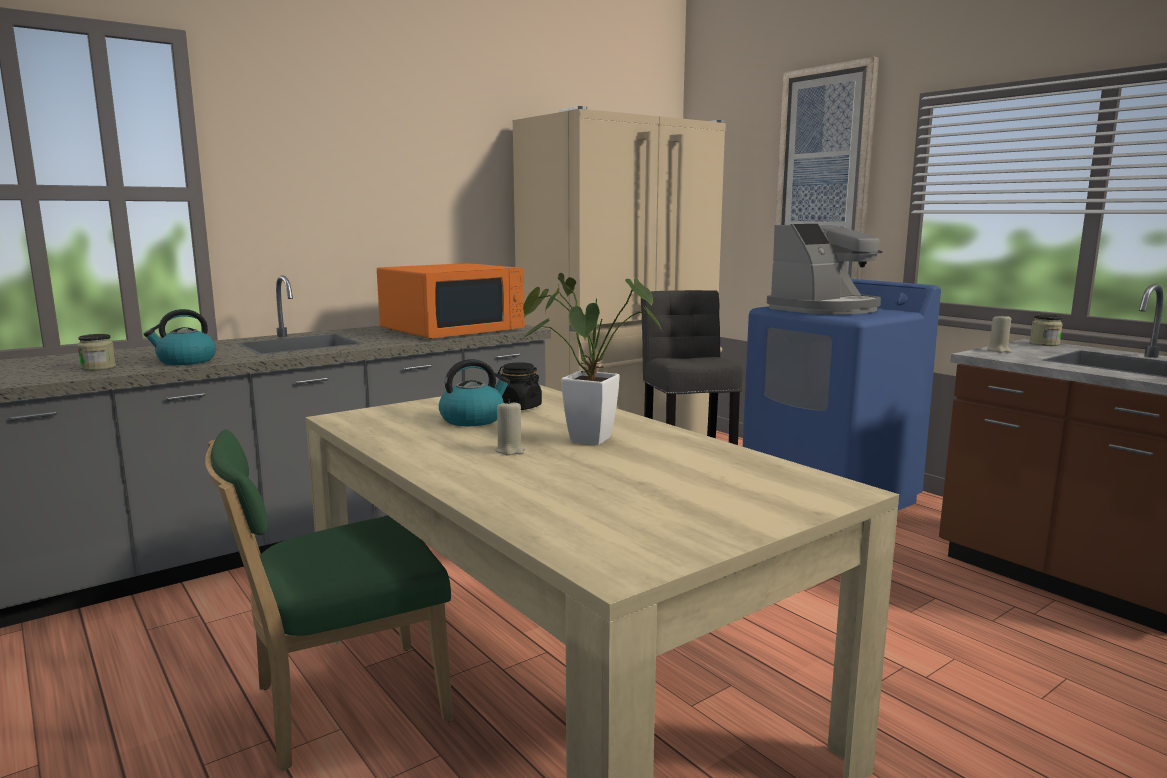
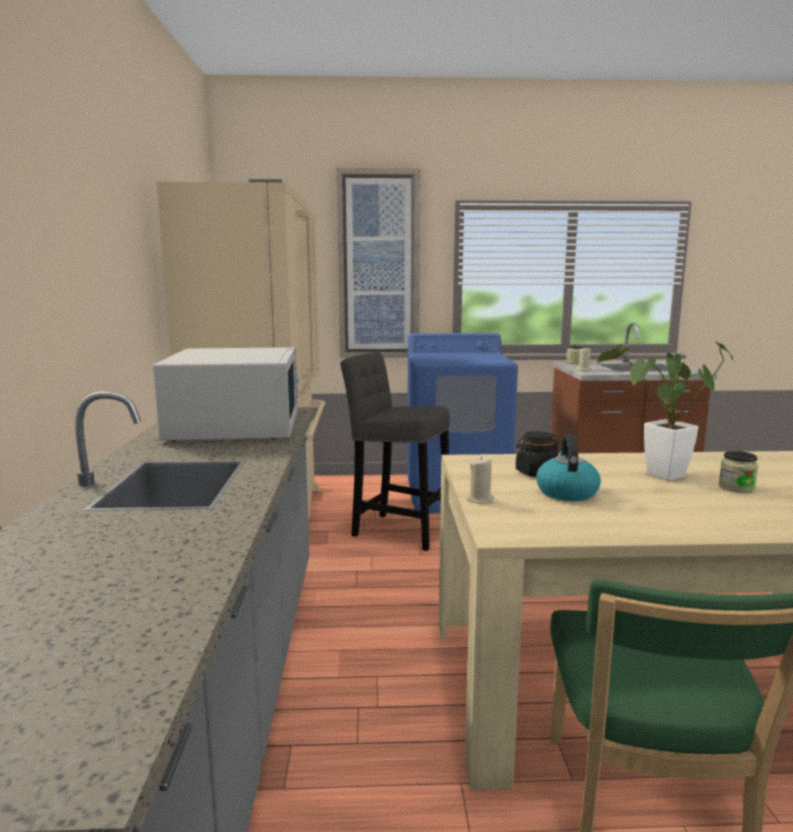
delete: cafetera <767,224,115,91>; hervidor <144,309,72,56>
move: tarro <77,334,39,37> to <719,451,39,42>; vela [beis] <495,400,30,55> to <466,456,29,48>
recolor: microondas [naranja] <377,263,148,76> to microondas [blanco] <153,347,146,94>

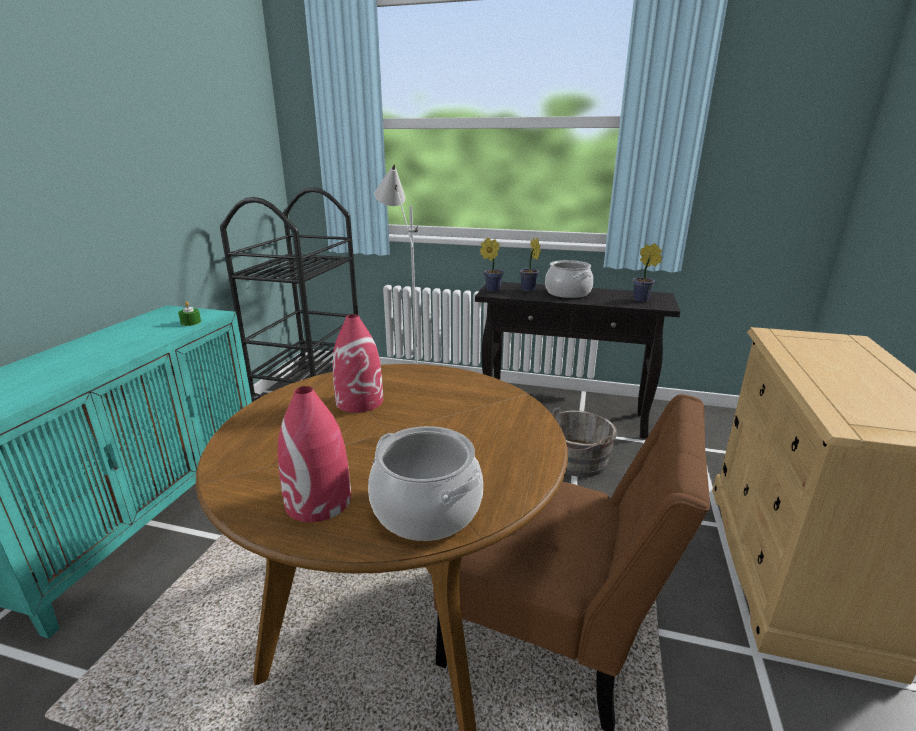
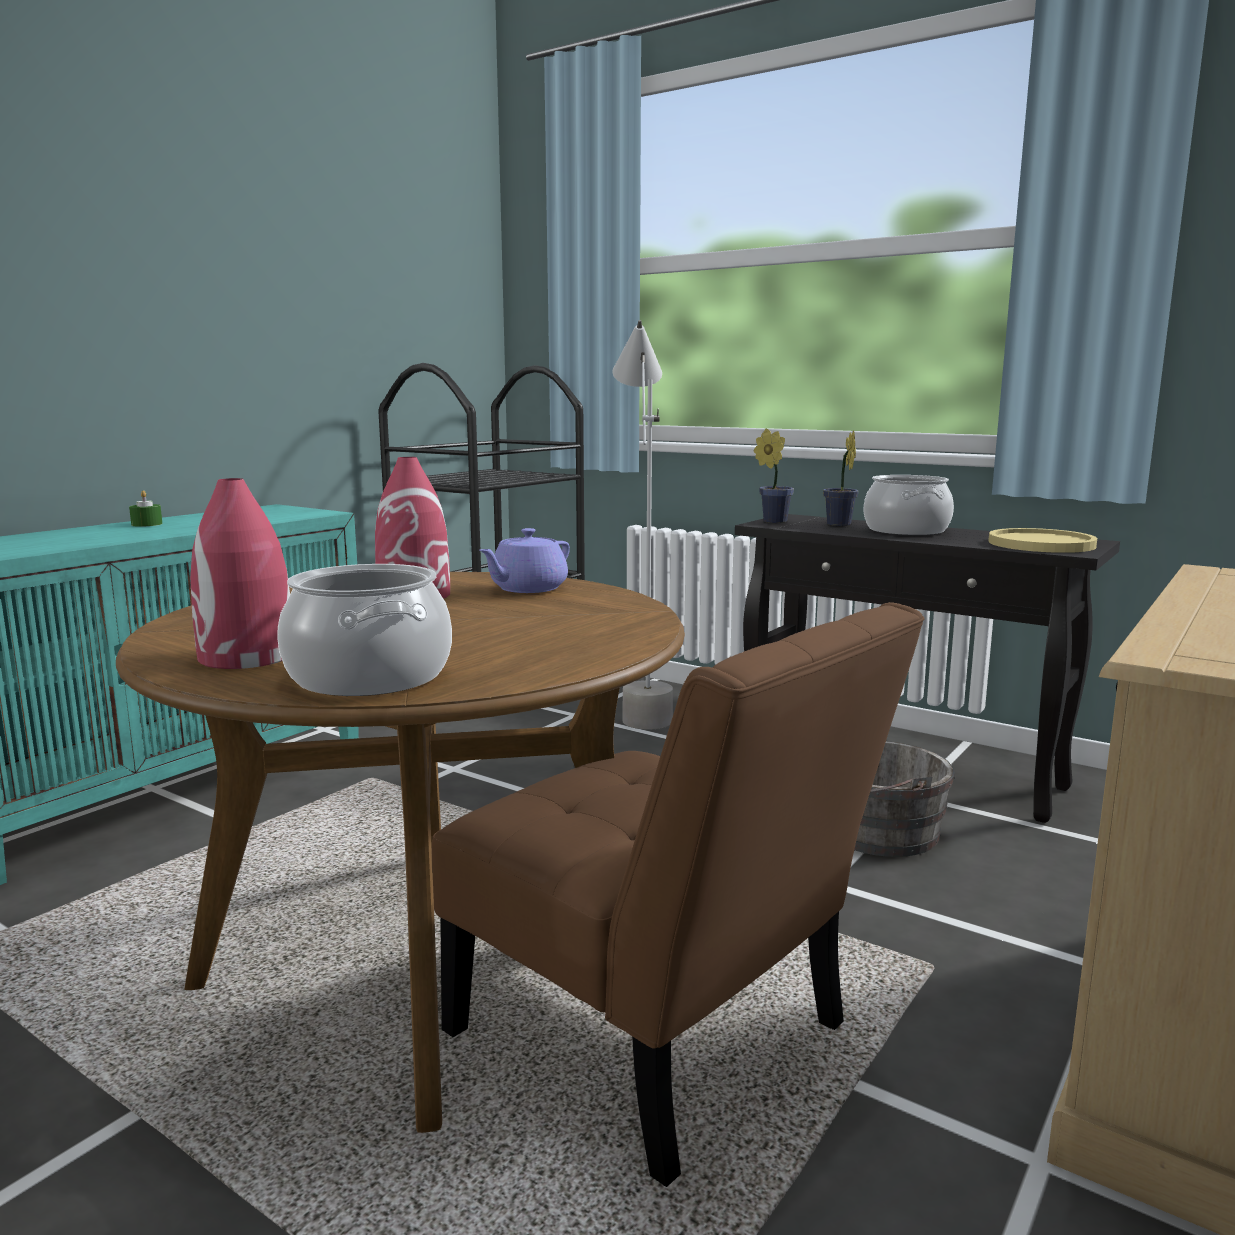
insert: tetera [morado] <479,528,91,65>
move: vela [verde] <178,301,23,25> to <129,490,33,37>
replace: planta en maceta <633,243,29,59> to plato [amarillo] <988,528,109,25>

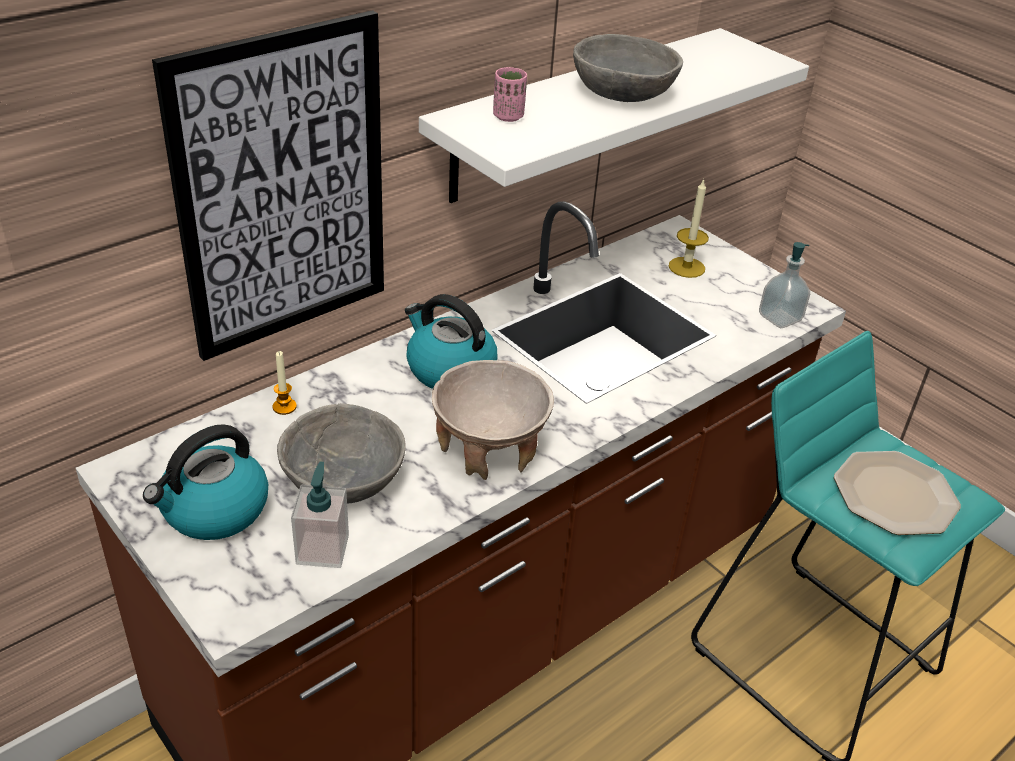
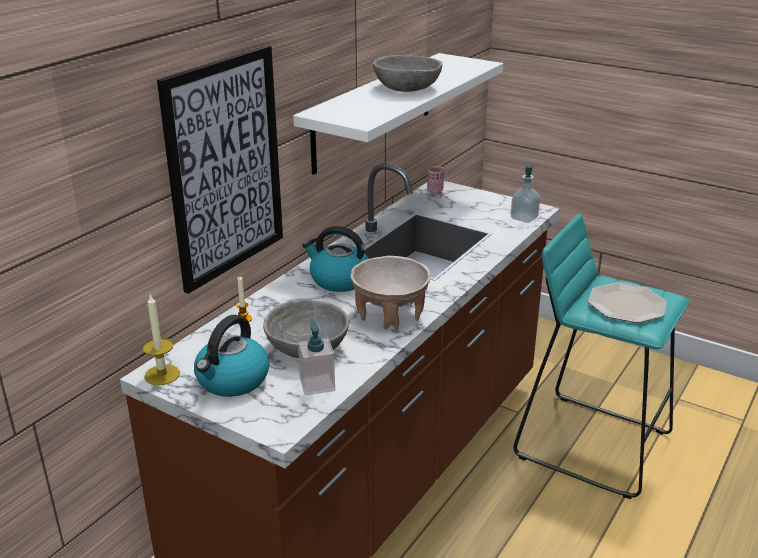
move: taza [rosa] <493,67,34,55> to <427,166,17,27>; vela <668,179,41,99> to <142,293,38,92>

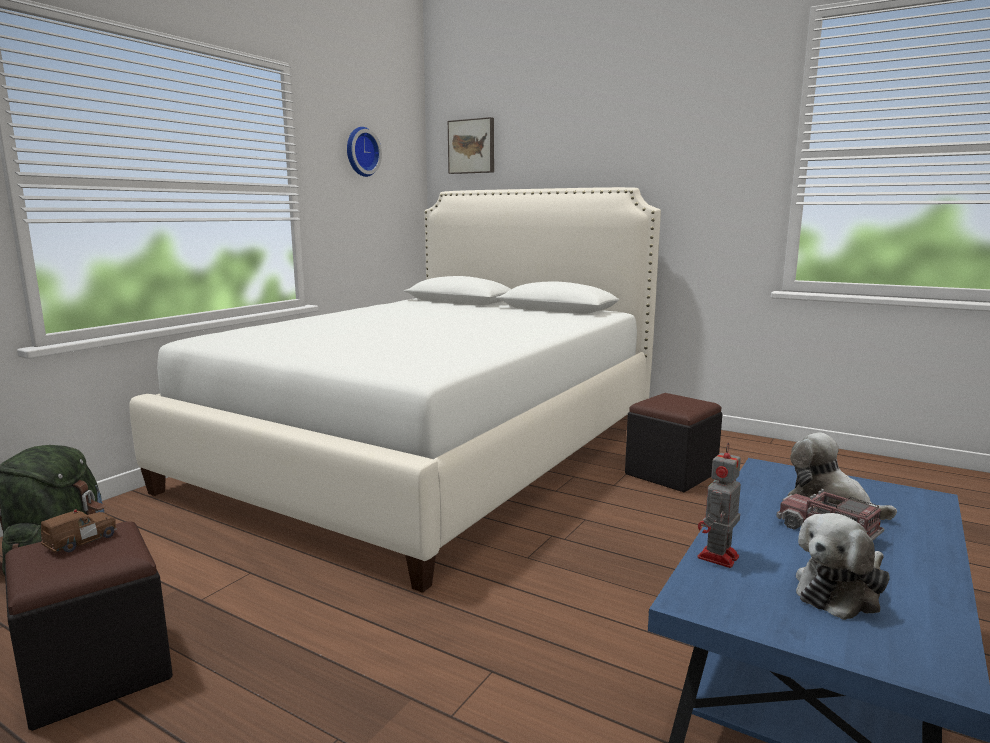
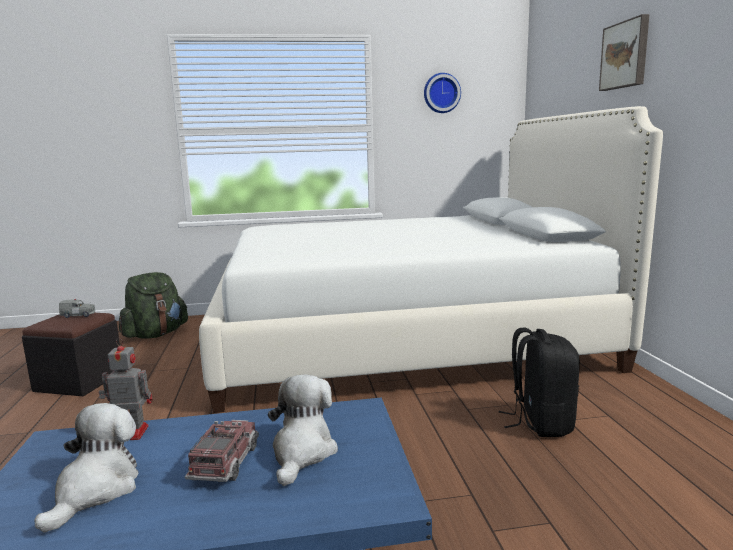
move: cuadro <448,117,46,57> to <599,14,51,77>
replace: puf [negro] <625,393,98,99> to mochila [negro] <499,328,81,109>
recolor: coche de juguete [marrón] <41,510,75,43> to coche de juguete [gris] <59,299,36,19>
rotate: peluche <796,513,94,107> = <35,403,104,130> 90 degrees clockwise

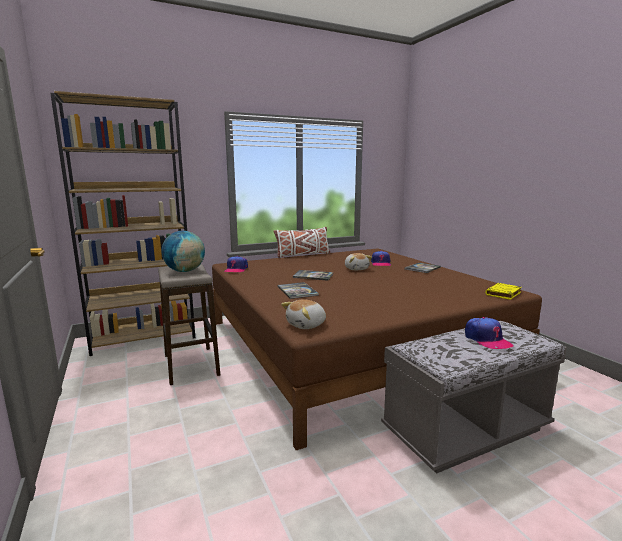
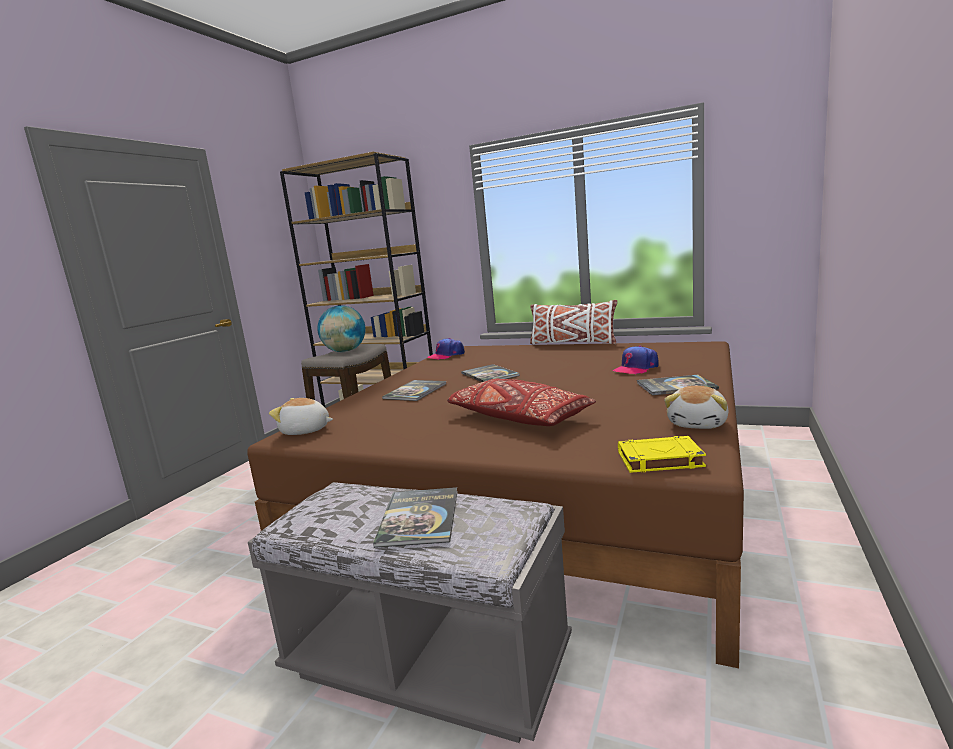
insert: cojín [rojo] <447,379,149,47>
move: peluche <345,253,27,17> to <664,386,65,43>
replace: gorra <465,317,49,32> to libro <373,487,85,61>

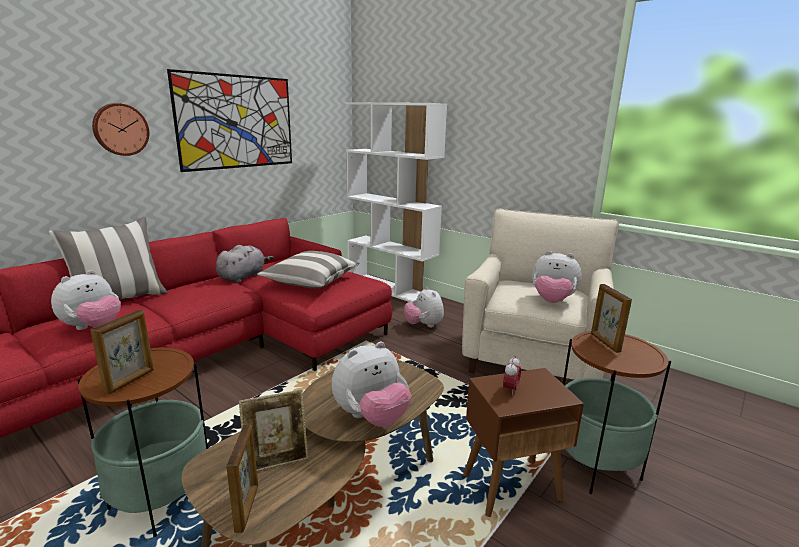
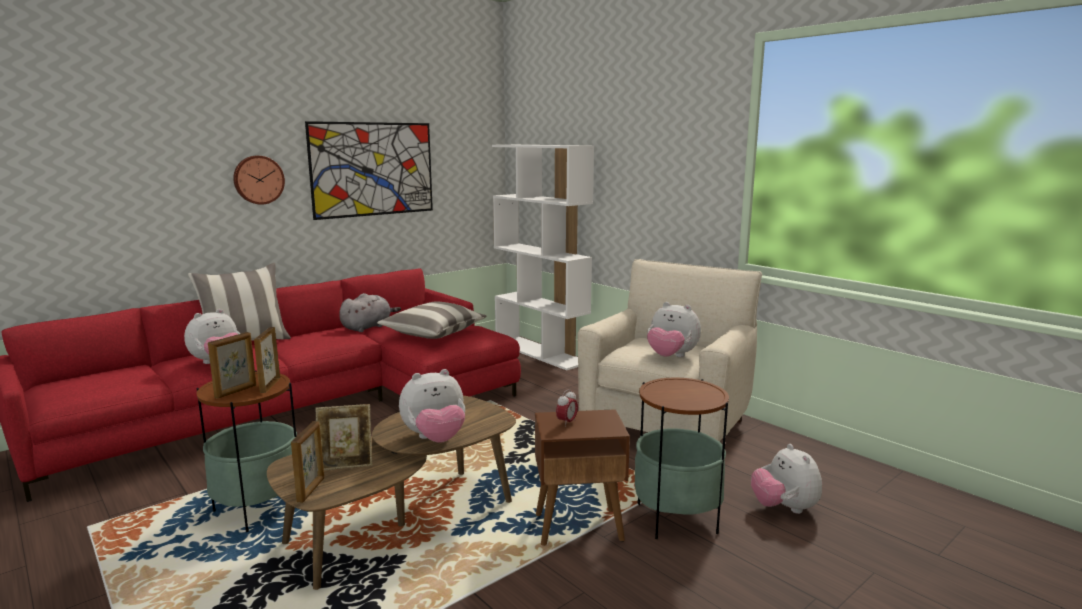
move: portarretratos <591,284,41,69> to <254,327,26,66>; peluche <404,287,40,41> to <751,444,71,70>

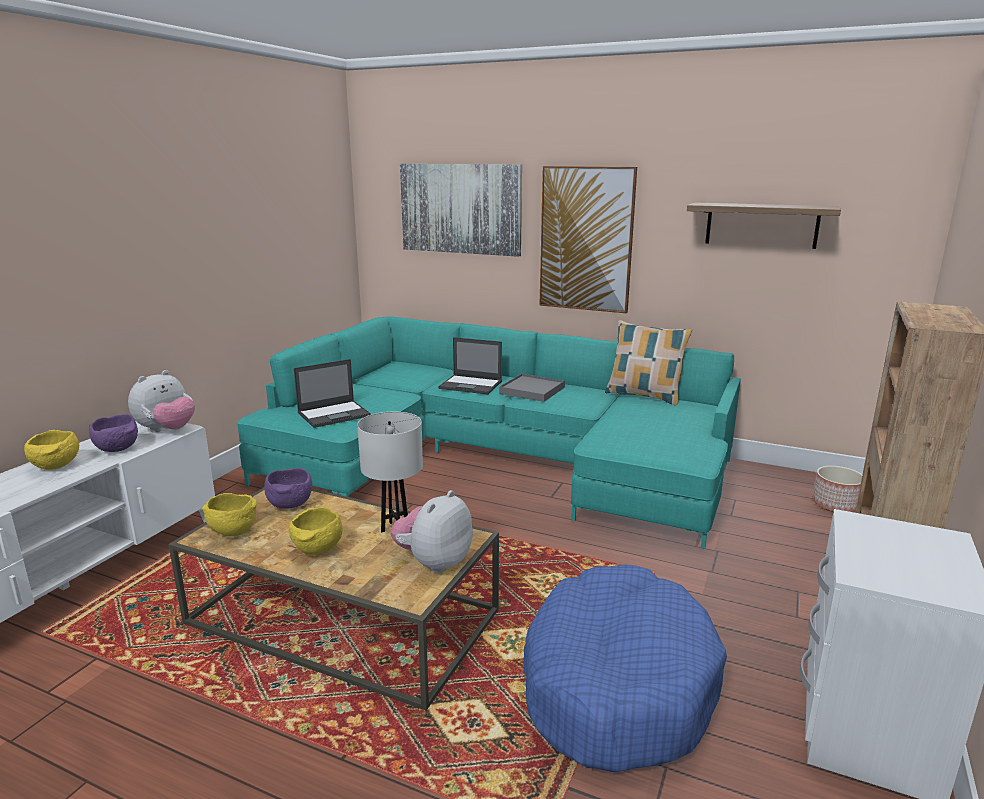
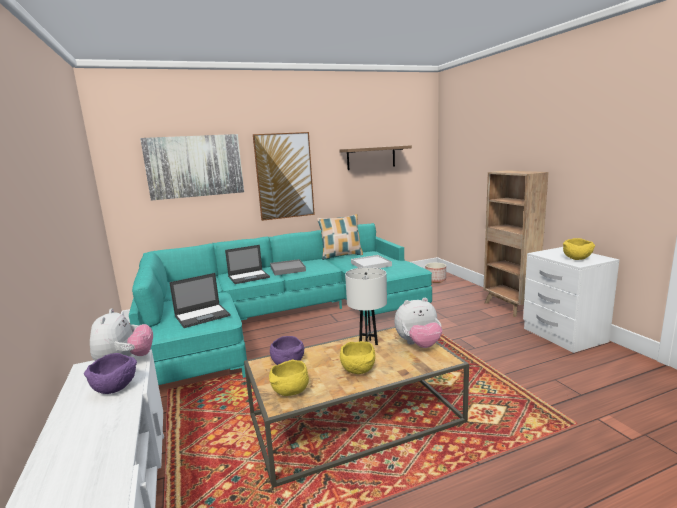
delete: cama para perro [azul] <524,565,203,207>
insert: bandeja [blanco] <351,255,41,13>
move: cuenco [amarillo] <24,430,55,40> to <563,238,32,22>
rotate: portátil <294,359,77,69> = <169,273,61,55> 45 degrees clockwise; peluche <391,490,82,84> = <394,298,48,50> 90 degrees counterclockwise

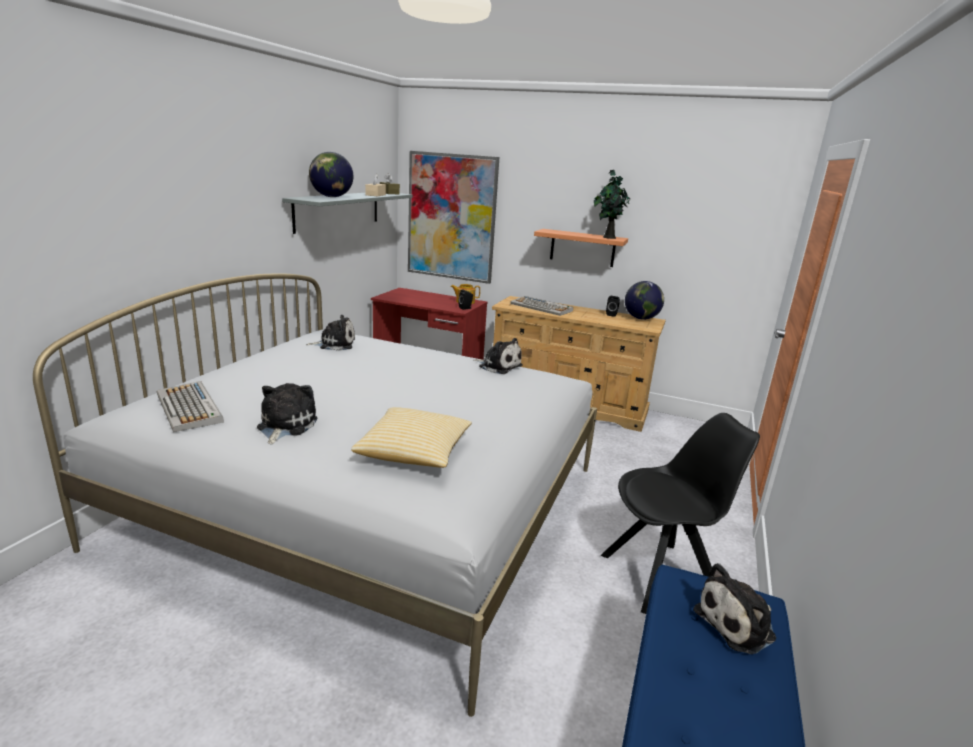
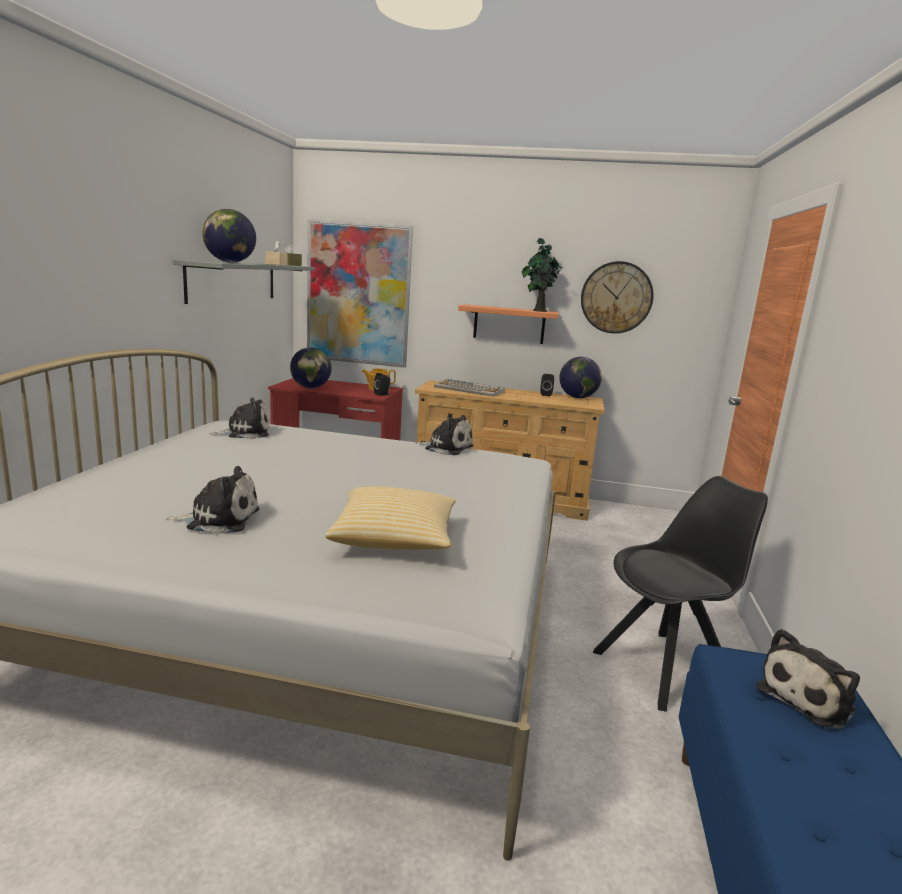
delete: teclado <156,381,68,51>
insert: reloj de pared <581,261,73,73>; globo terráqueo <290,347,42,41>
rotate: peluche <257,383,61,61> = <166,466,93,68> 90 degrees clockwise

